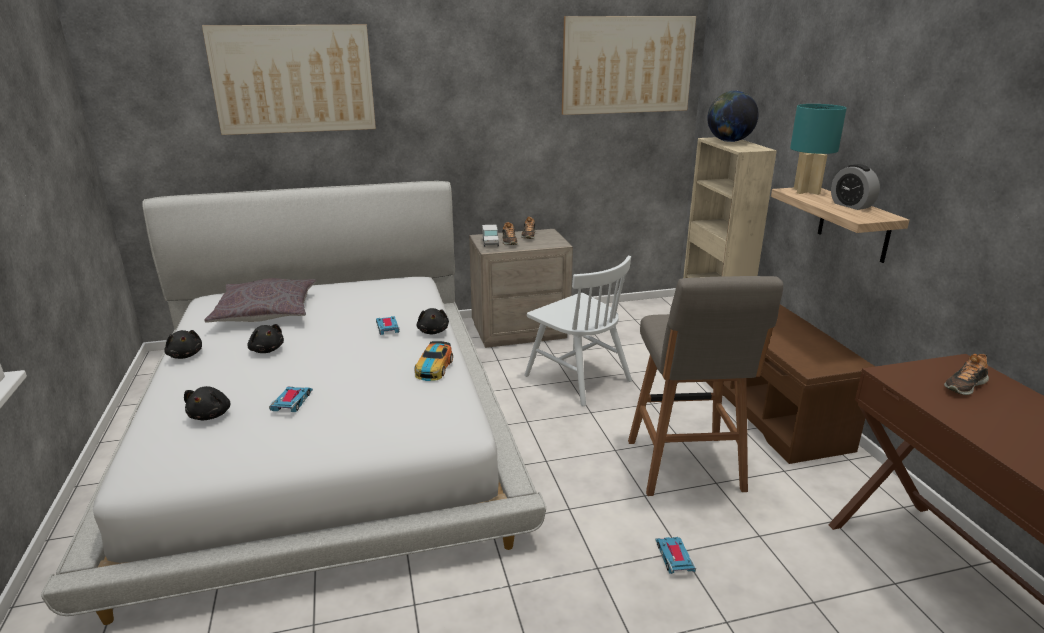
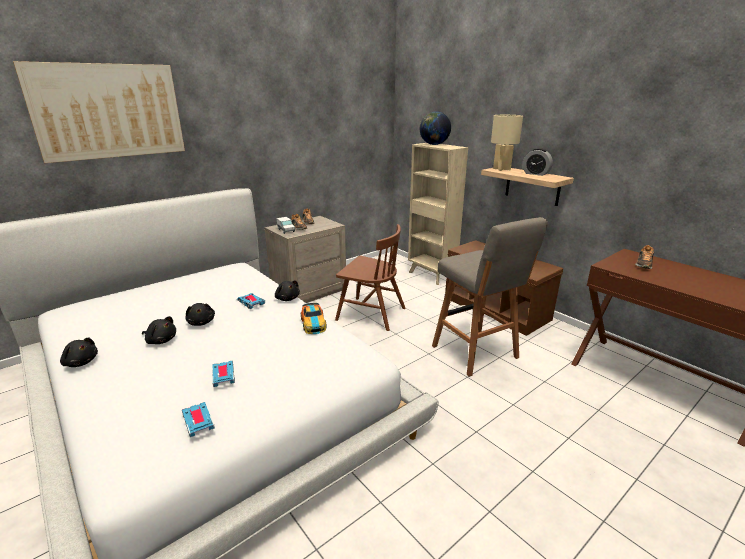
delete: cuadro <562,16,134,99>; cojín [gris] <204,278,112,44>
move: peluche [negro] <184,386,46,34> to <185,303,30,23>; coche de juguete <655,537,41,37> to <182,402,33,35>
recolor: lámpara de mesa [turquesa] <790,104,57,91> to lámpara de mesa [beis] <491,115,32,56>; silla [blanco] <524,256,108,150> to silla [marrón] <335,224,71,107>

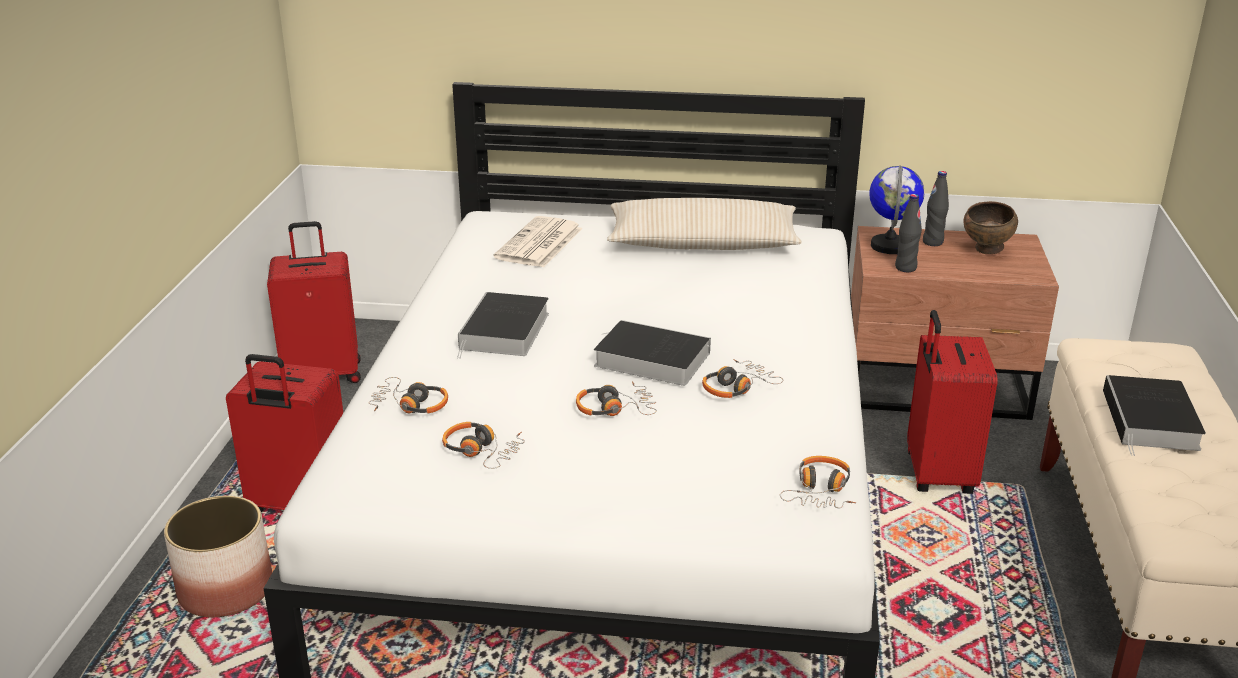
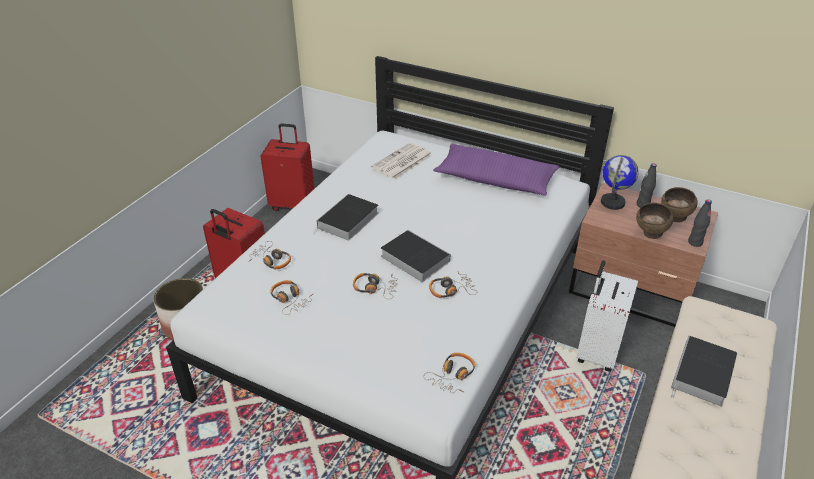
insert: cuenco [marrón] <636,203,37,36>
move: botella [negro] <895,194,27,78> to <688,199,24,48>
recolor: cojín [beis] <607,198,195,52> to cojín [morado] <433,144,127,52>; maleta [rojo] <907,310,91,184> to maleta [blanco] <576,260,62,112>

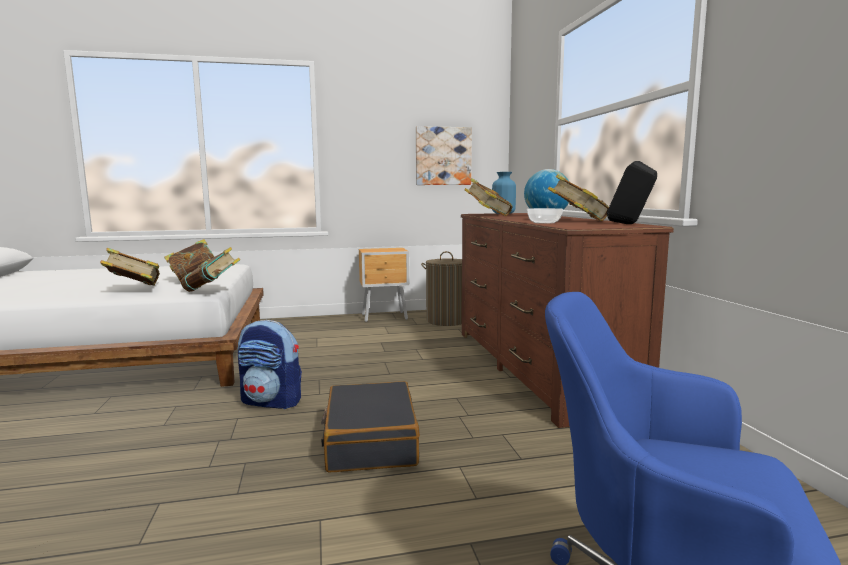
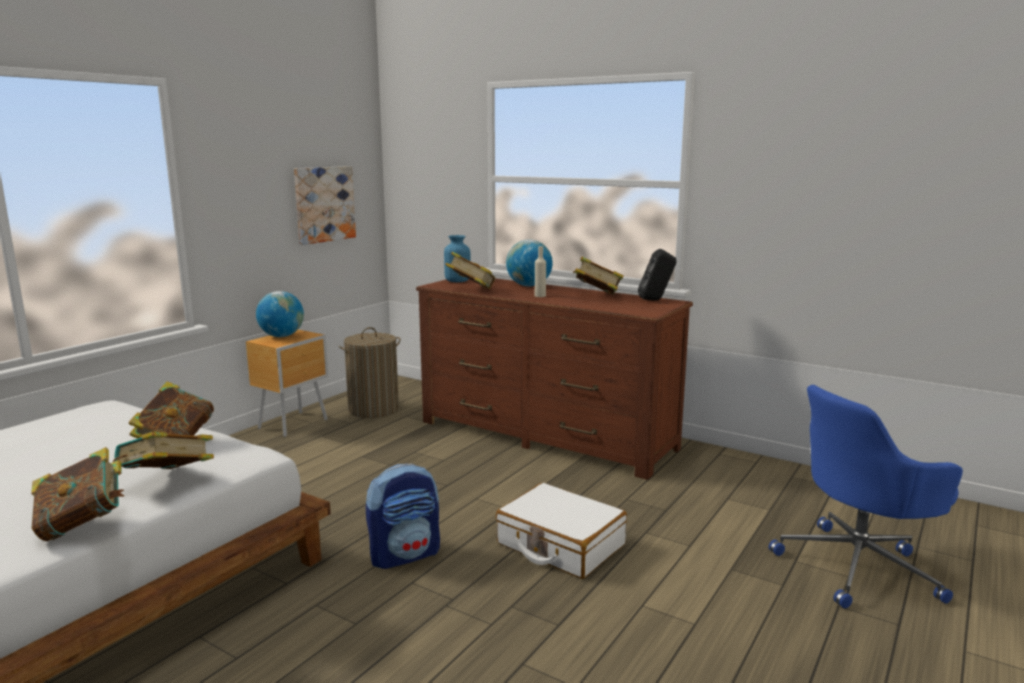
delete: cuenco <527,208,36,16>
insert: botella [beis] <535,246,11,51>; globo terráqueo <256,291,48,46>
move: libro <180,247,60,45> to <31,447,93,94>
recolor: maleta [negro] <321,381,99,92> to maleta [blanco] <496,483,131,96>

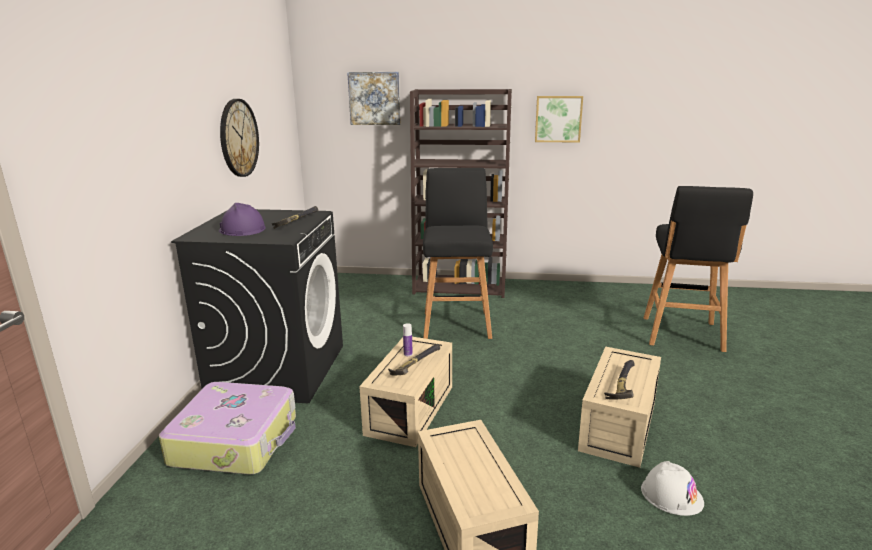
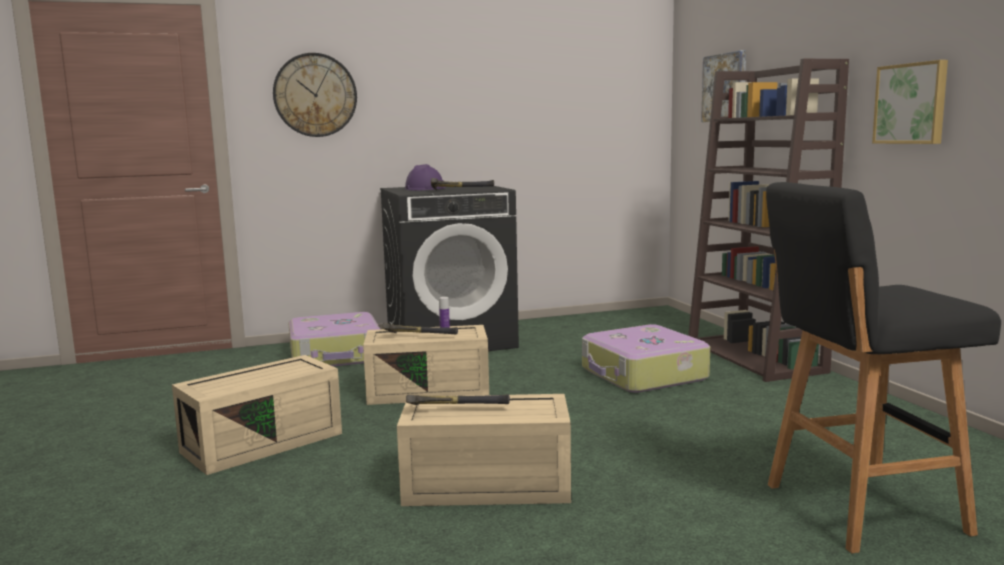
delete: casco [blanco] <641,461,63,55>
move: reloj de pared <220,99,39,78> to <273,53,84,84>
replace: taburete [negro] <423,168,70,171> to maleta <582,324,128,69>

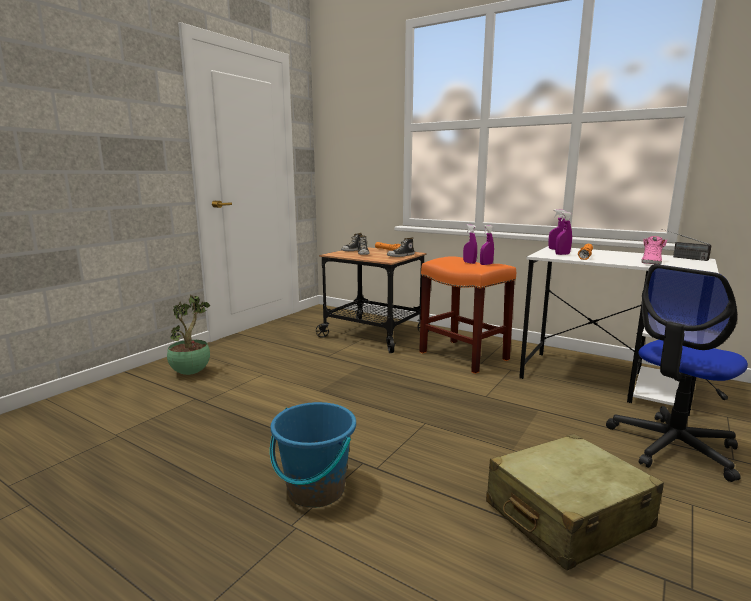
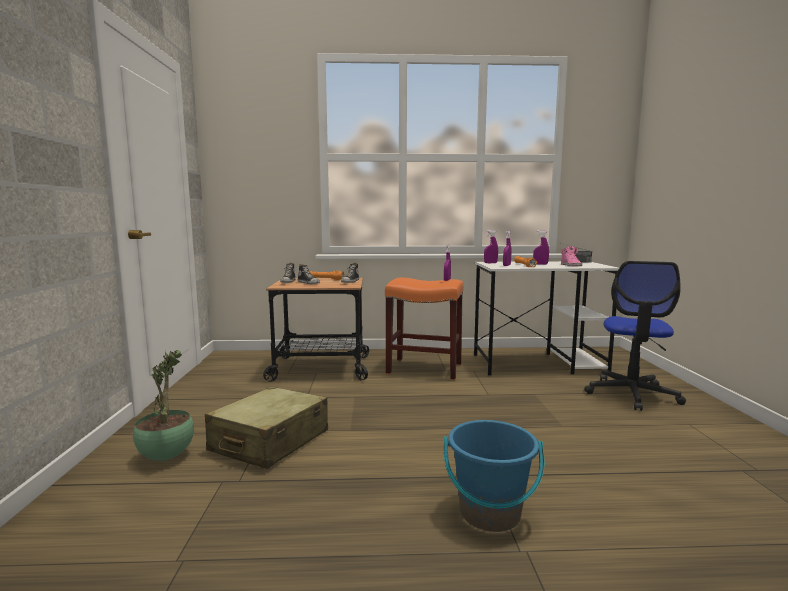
move: pulverizador [morado] <463,224,14,40> to <533,230,16,35>; maleta [beis] <486,434,178,137> to <205,386,123,83>

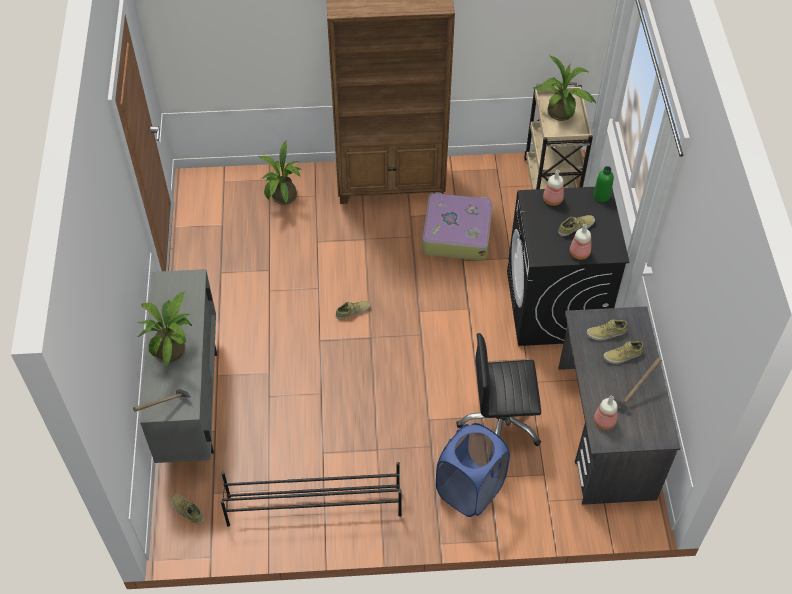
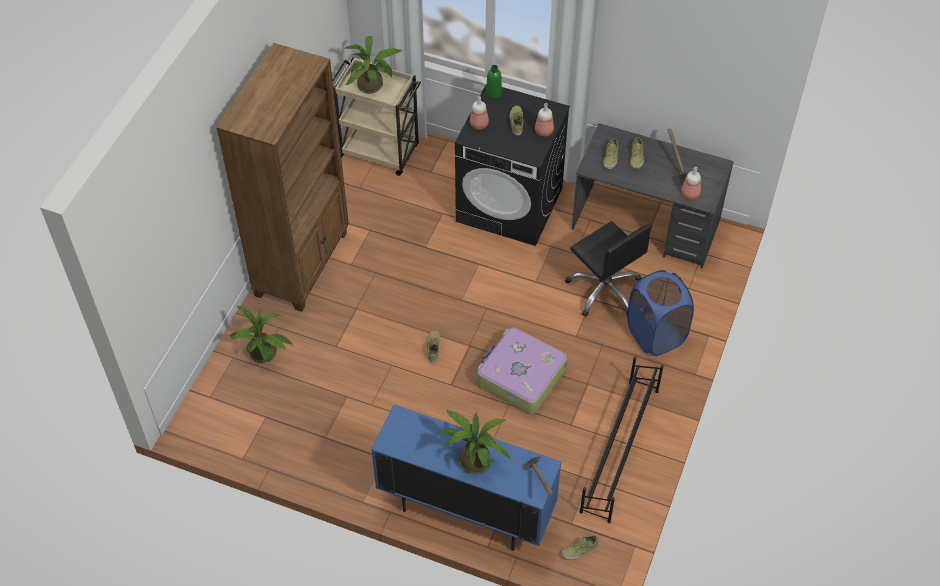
move: maleta <422,192,71,69> to <477,327,90,87>
recolor: armario [gris] <140,269,77,194> to armario [azul] <371,404,191,147>
rotate: silla de oficina [negro] <456,333,85,113> = <565,221,87,96> 60 degrees counterclockwise

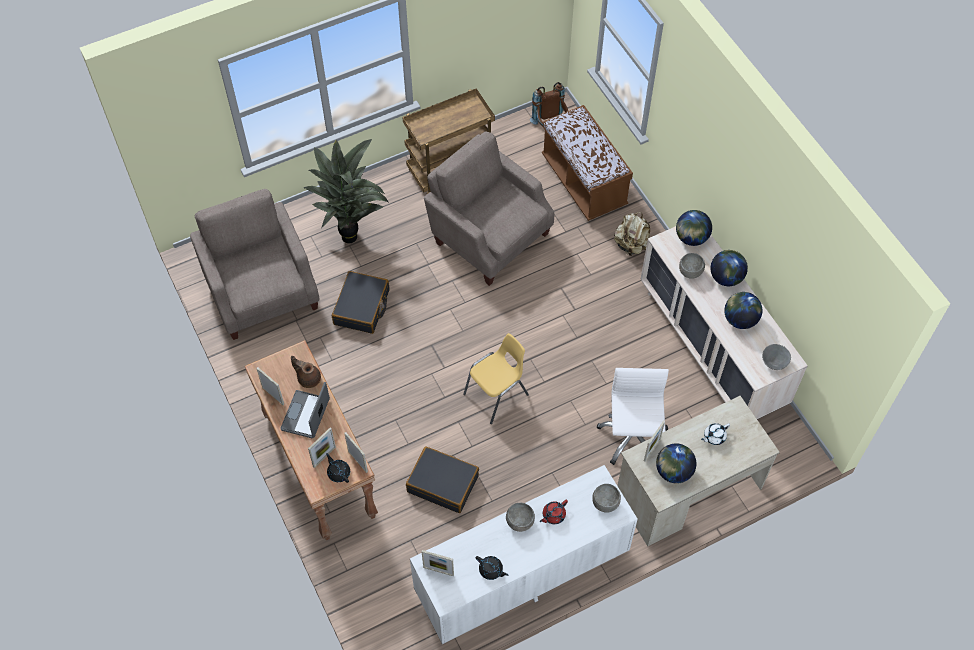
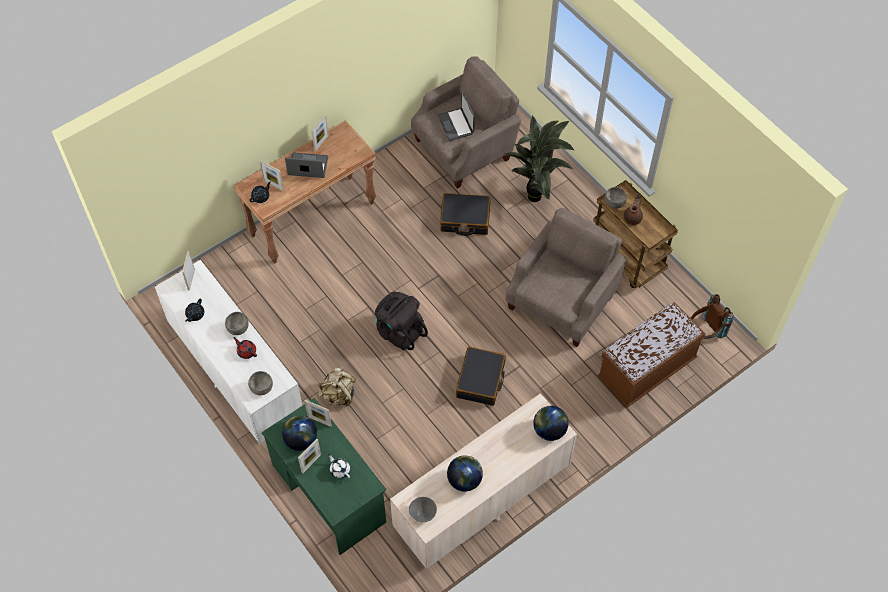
delete: globo terráqueo <711,250,37,36>; silla de oficina [blanco] <597,368,72,97>
insert: portátil <438,91,37,50>
move: mochila [beis] <614,212,36,44> to <318,367,38,39>; cuenco [gris] <679,253,26,26> to <605,187,22,22>; tetera [marrón] <291,356,30,32> to <624,193,19,32>; portarretratos <344,432,24,41> to <298,439,23,34>; maleta [negro] <406,446,73,67> to <456,347,50,59>
replace: silla [amarillo] <463,333,66,91> to mochila [negro] <375,291,53,59>
recolor: escritorio [beis] <617,396,163,150> to escritorio [verde] <262,398,125,157>

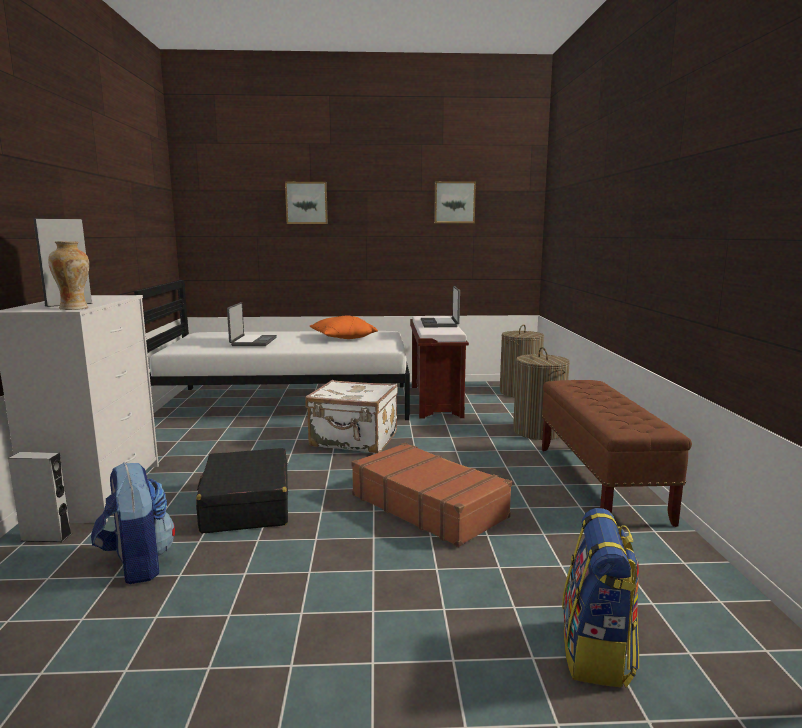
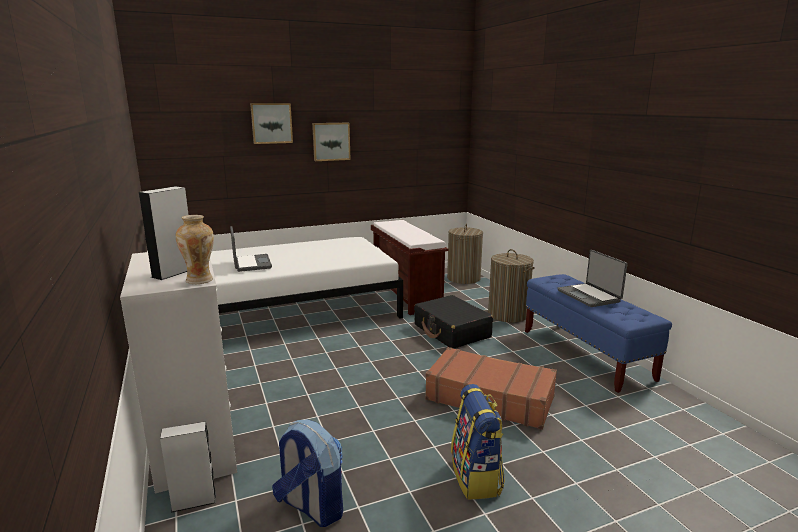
delete: cojín [naranja] <310,316,68,23>; maleta [blanco] <305,380,93,73>
move: cuadro <434,181,42,42> to <312,123,39,38>; portátil <421,286,39,41> to <557,250,71,57>; maleta [negro] <196,448,92,86> to <414,295,79,54>; mochila <562,508,77,180> to <451,384,54,116>
recolor: banco [marrón] <542,380,150,147> to banco [azul] <525,274,147,119>

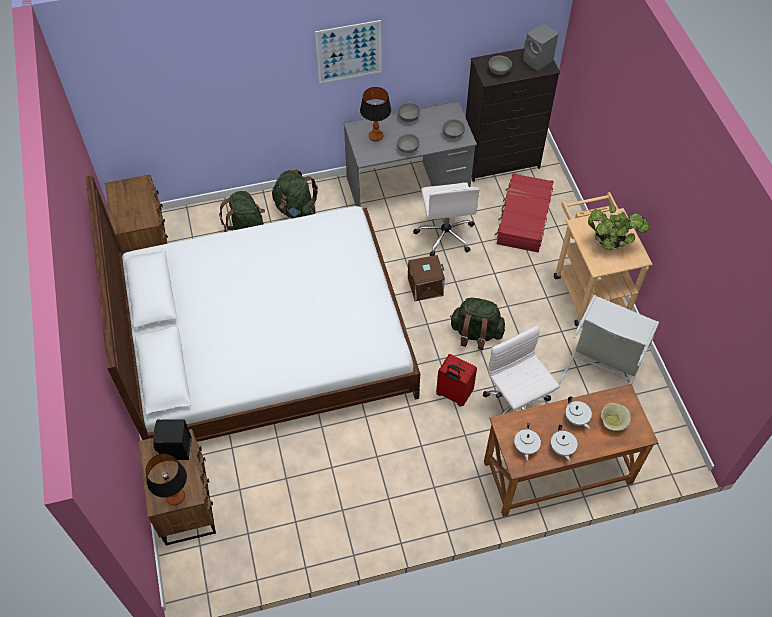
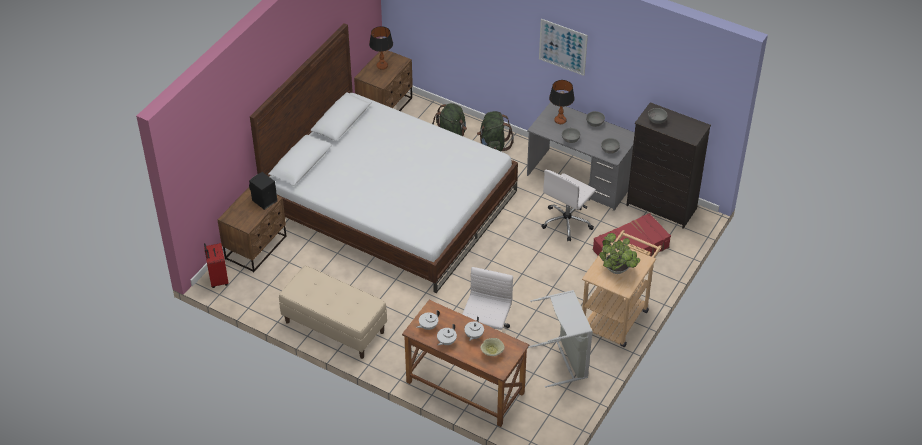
delete: altavoz [gris] <523,23,36,48>; caja de almacenaje [marrón] <408,255,37,46>; mochila [verde] <450,297,55,53>
insert: banco [beis] <279,265,108,94>
move: maleta [rojo] <436,354,41,52> to <204,243,25,45>; lámpara de mesa <145,454,42,52> to <369,26,24,44>

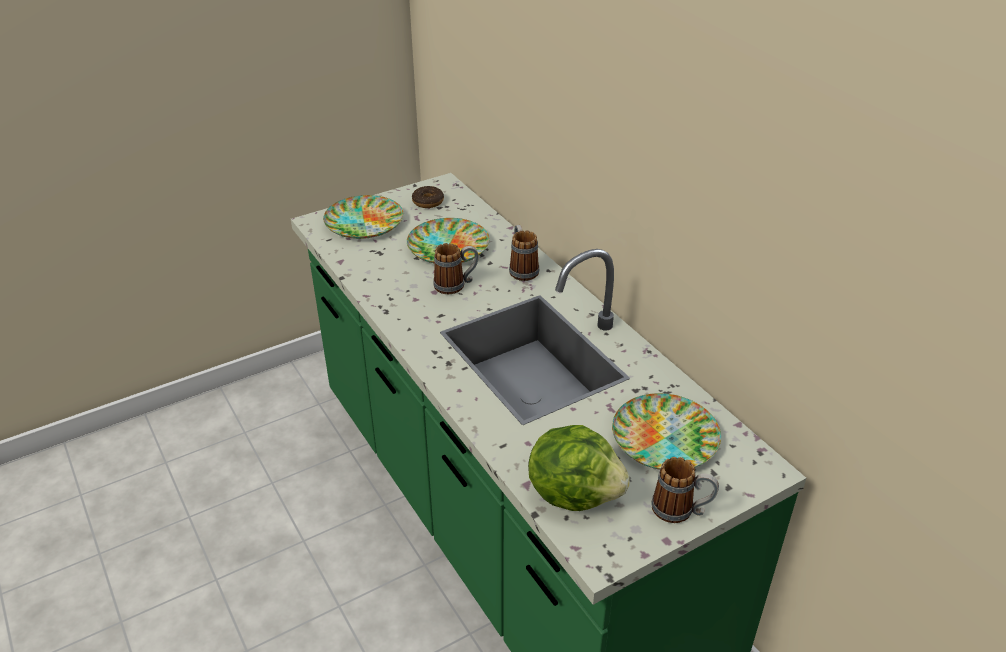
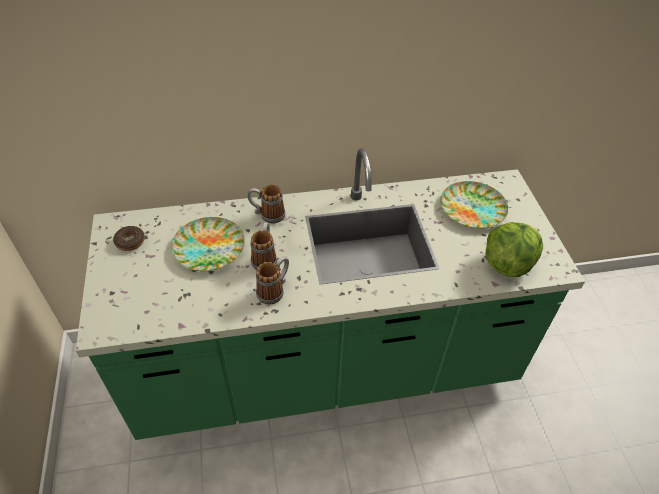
delete: plato <323,195,80,44>
move: taza grande <651,457,68,66> to <256,257,33,47>

